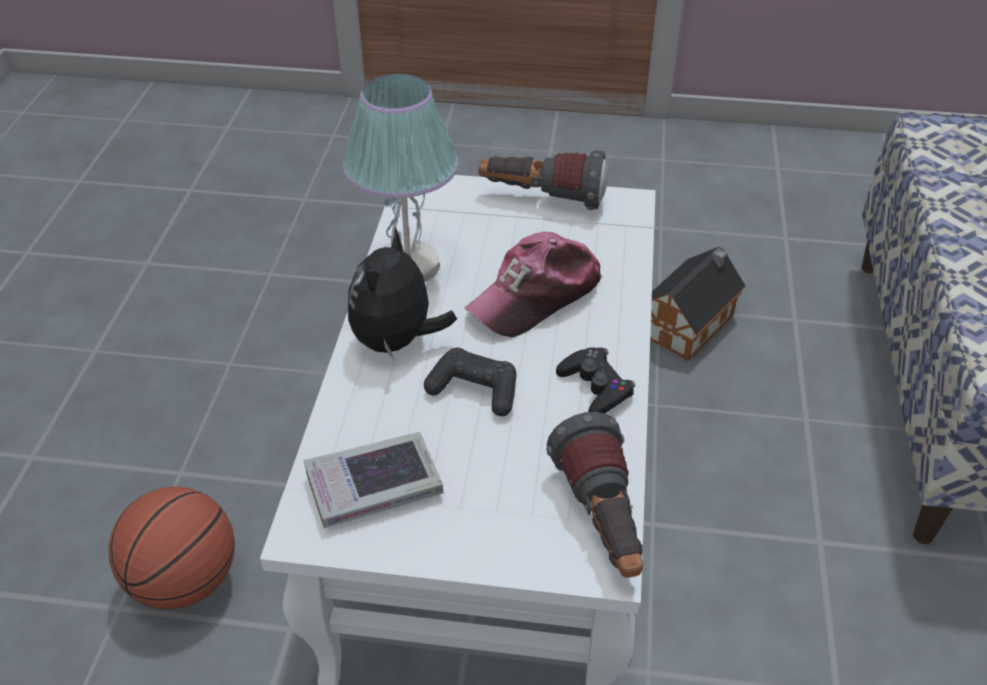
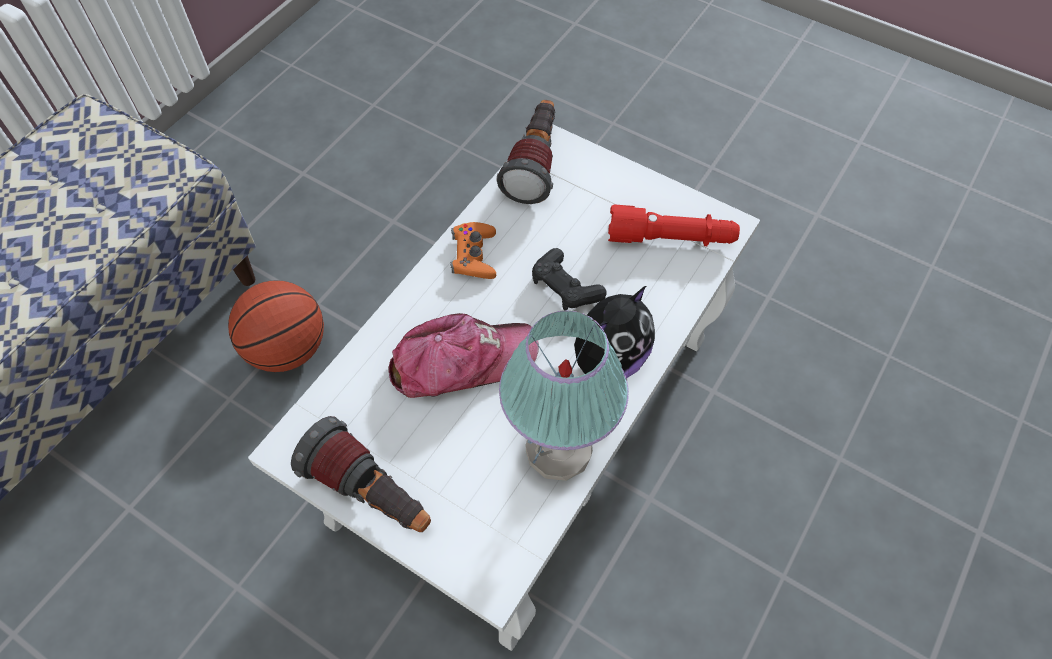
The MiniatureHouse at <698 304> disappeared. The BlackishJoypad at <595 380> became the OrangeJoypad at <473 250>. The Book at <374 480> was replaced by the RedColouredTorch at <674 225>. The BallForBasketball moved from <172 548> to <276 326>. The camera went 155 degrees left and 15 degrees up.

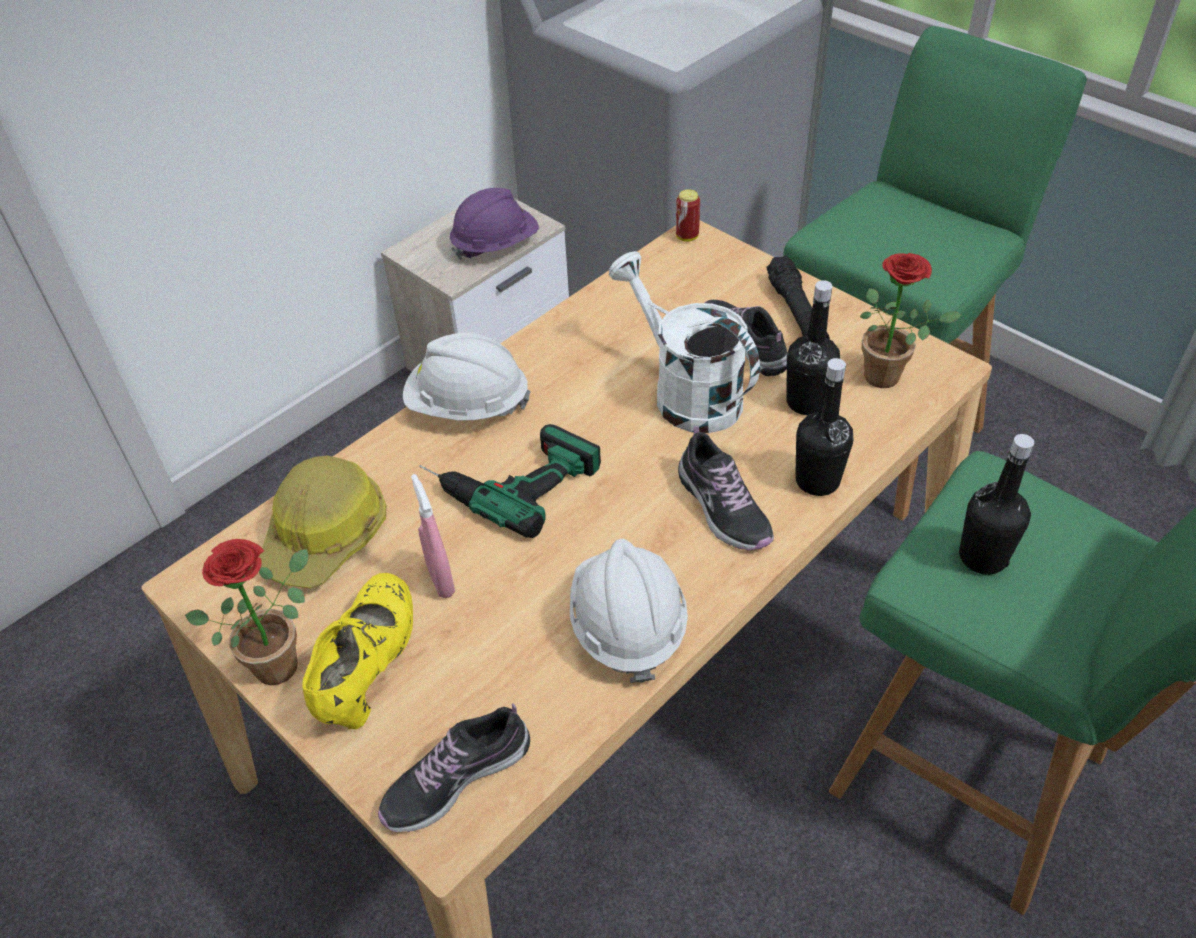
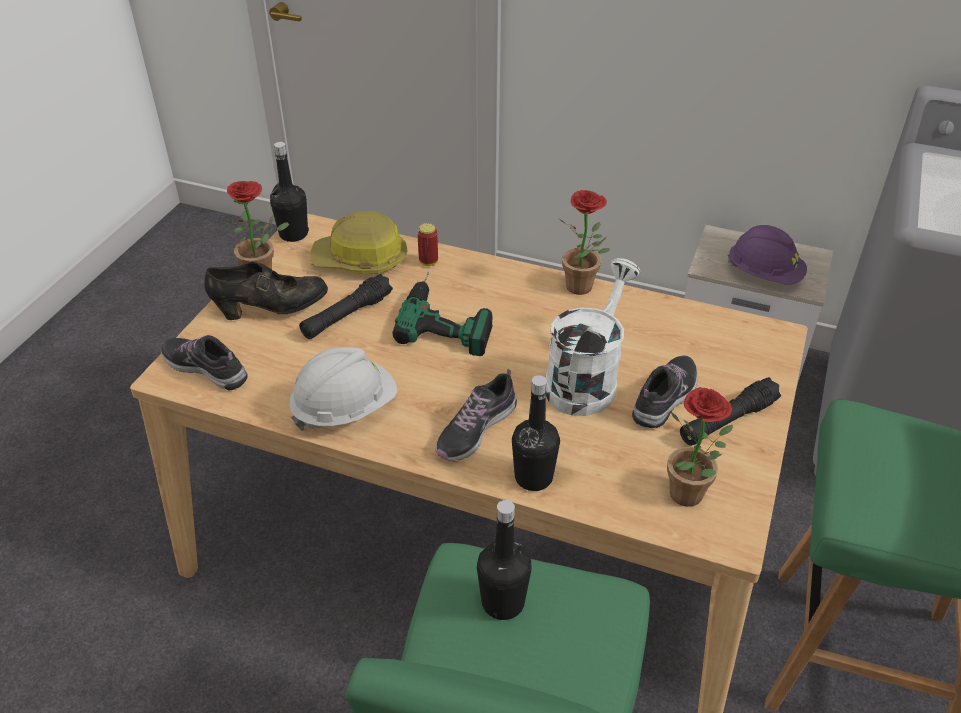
The MetalCan moved from <688 215> to <427 244>. The BlackishBottle moved from <813 347> to <289 192>. The WhiteHardHat at <467 376> disappeared. The PinkSprayer at <433 536> was replaced by the BlackishTorch at <346 306>. The YellowLowShoe at <357 651> became the BlackishLowShoe at <266 291>. The PottedPlant at <584 242> appeared. The camera went 65 degrees right and 5 degrees down.

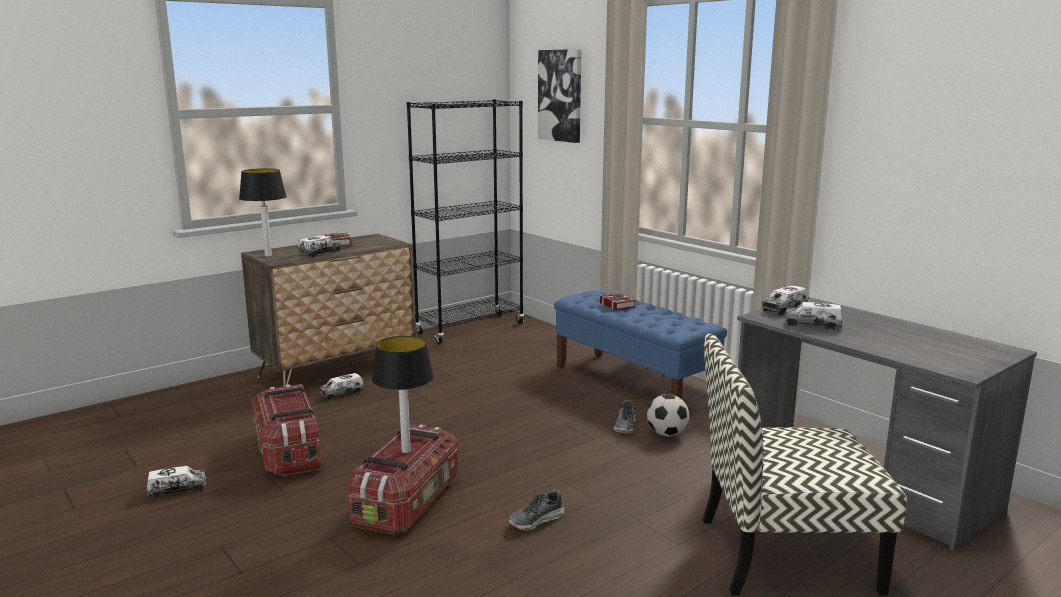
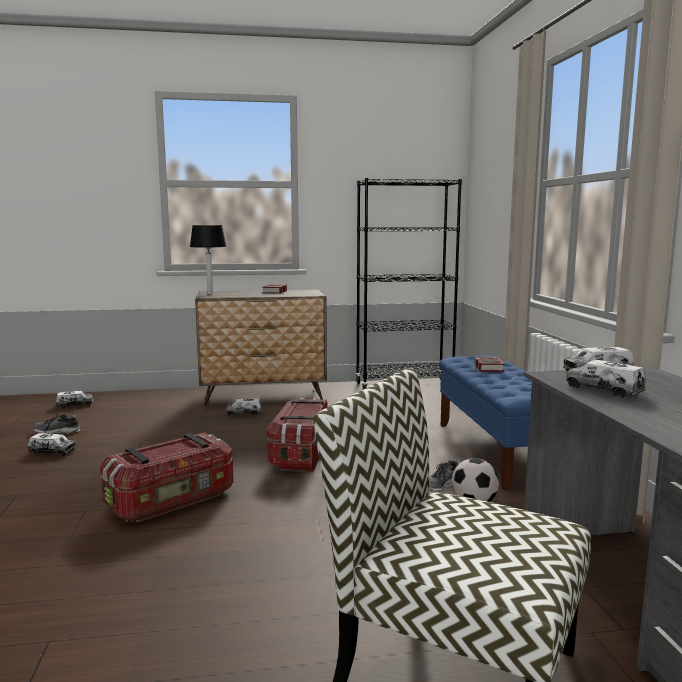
The WallPicture at <559 96> disappeared. The ToyTruck moved from <319 246> to <74 399>. The TableLamp at <403 394> disappeared. The StorageContainer moved from <286 430> to <297 435>. The LowShoe moved from <536 510> to <57 424>. The camera went 30 degrees right and 5 degrees down.

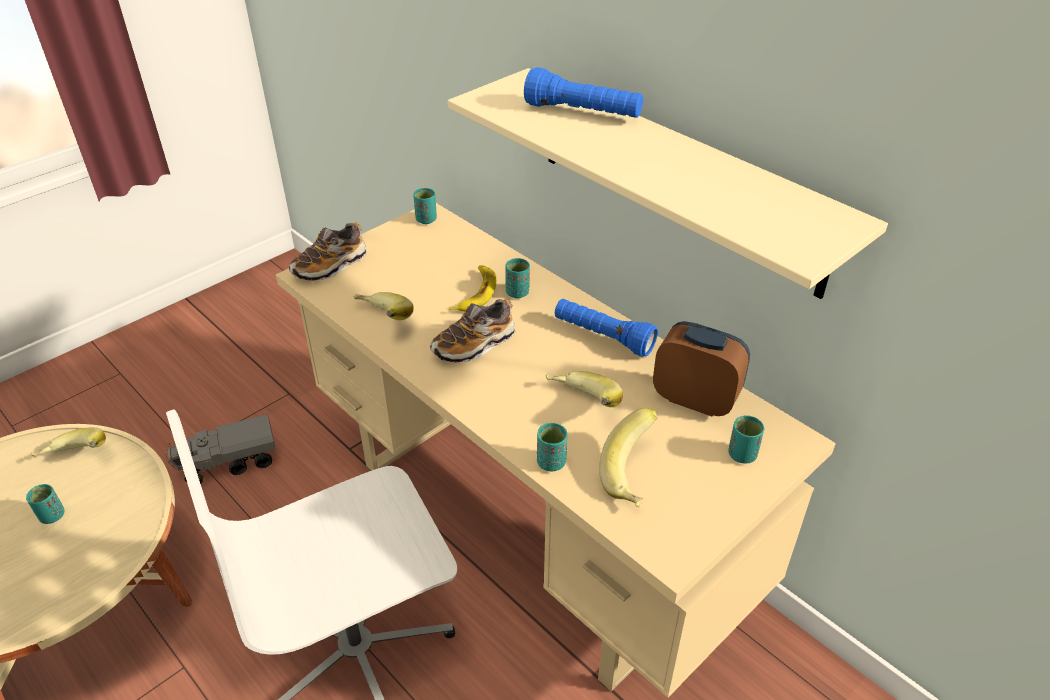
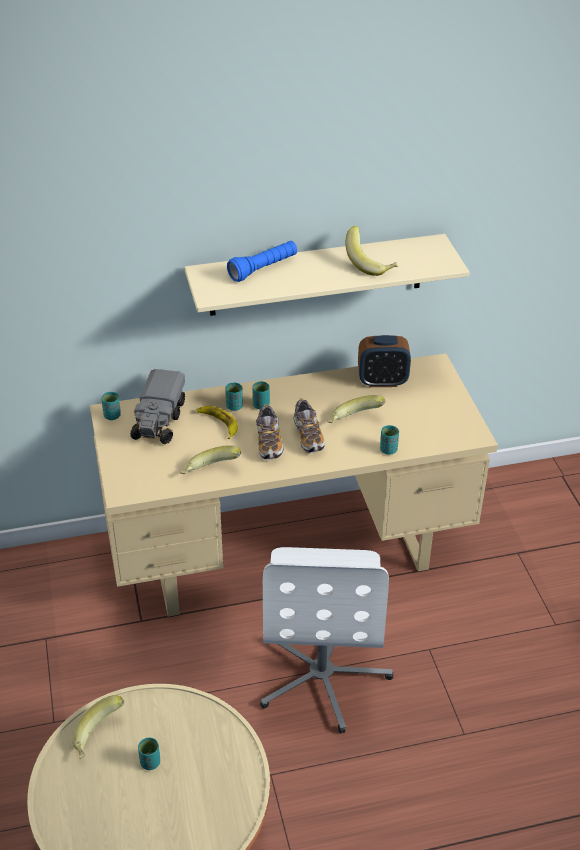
The LowShoe moved from <328 251> to <309 425>. The BlueColouredTorch at <606 328> disappeared. The TableClock at <701 368> turned 150 degrees counterclockwise. The Banana moved from <628 457> to <371 251>. The ToyTruck moved from <220 449> to <157 406>. The BlueGreenCup moved from <746 439> to <261 395>. The camera went 60 degrees left and 0 degrees up.

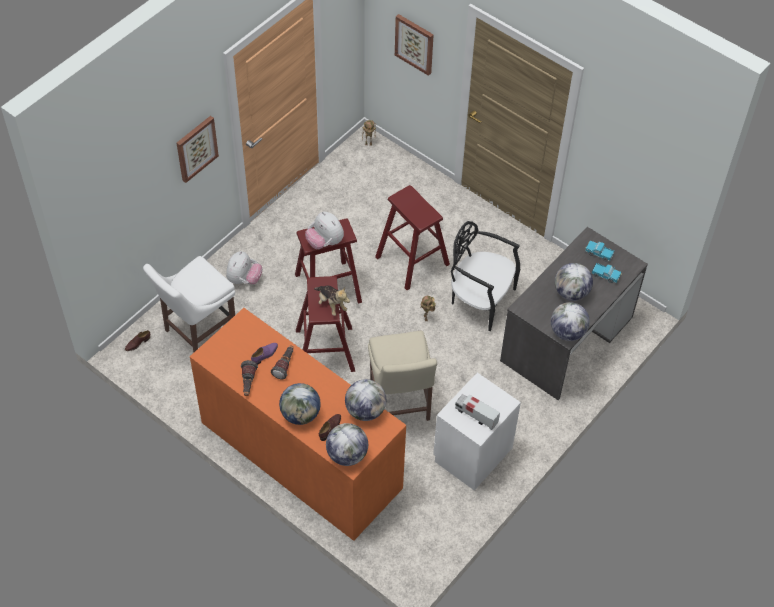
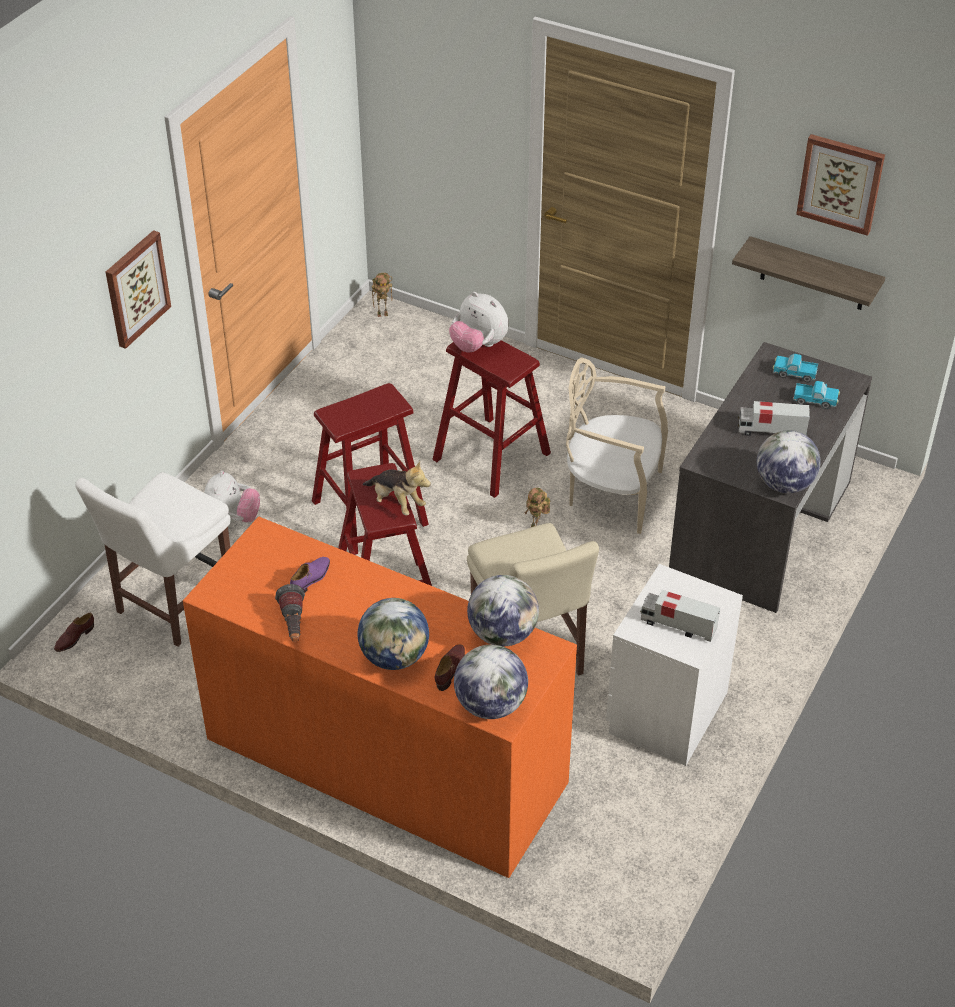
The WallPicture moved from <414 45> to <840 185>. The CuddlyToy moved from <324 230> to <478 322>. The BlackishPlainChair at <485 276> became the BeigePlainChair at <617 445>. The DeskGlobe at <574 282> was replaced by the ToyTruck at <774 418>. The Torch at <282 362> disappeared. The Shelf at <808 273> appeared. The camera went 10 degrees left and 10 degrees down.

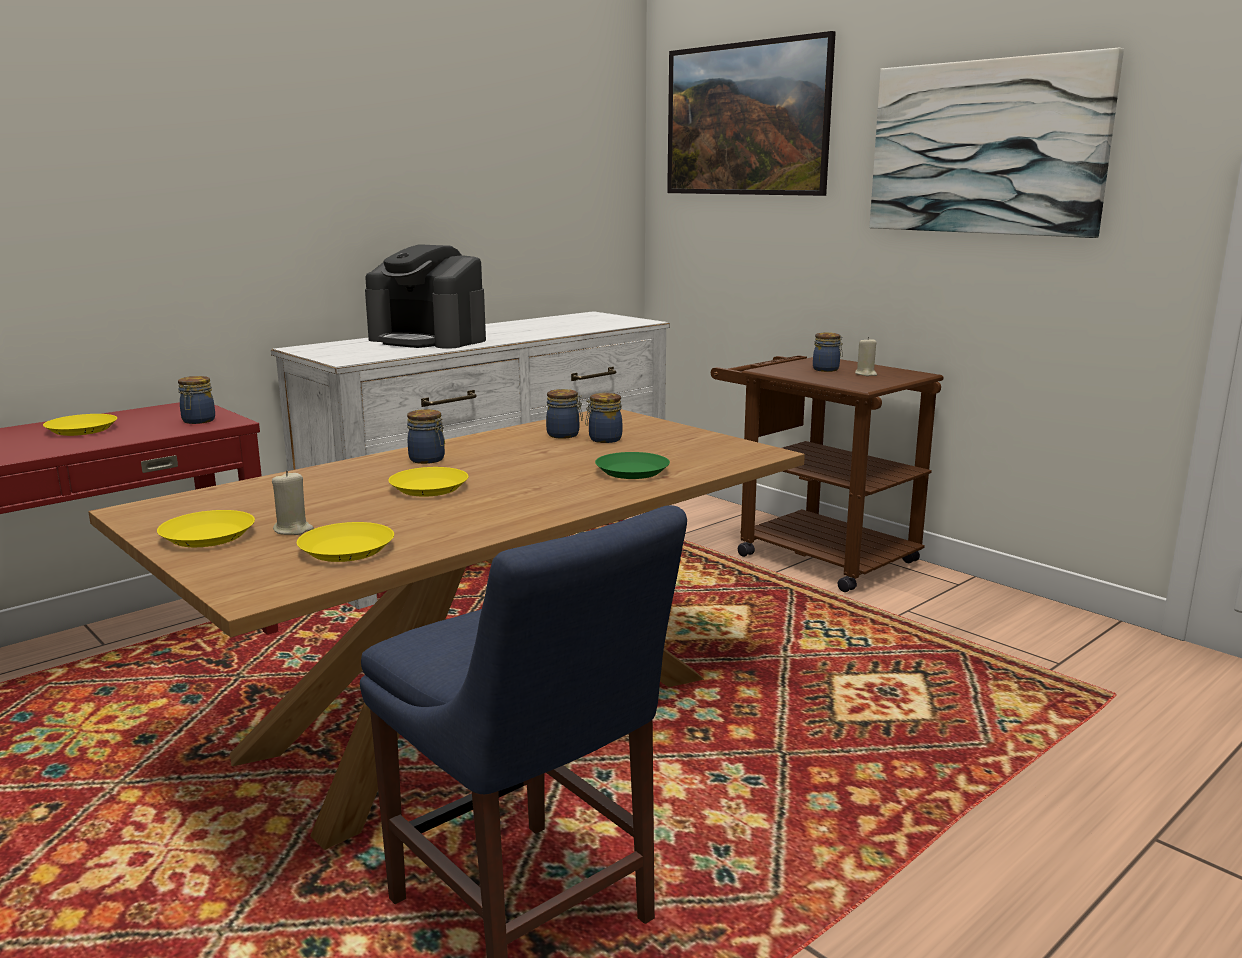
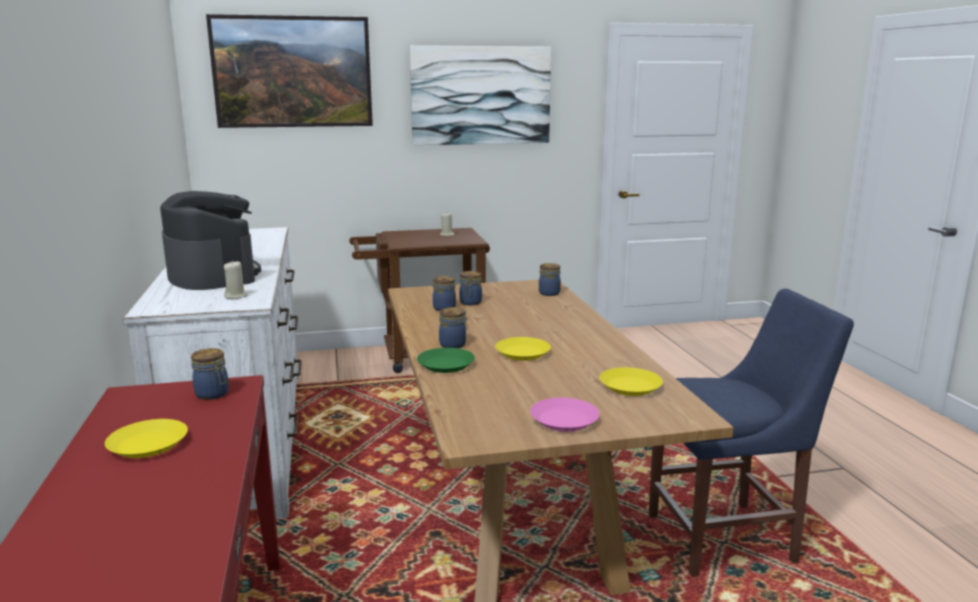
The CoffeeBrewer at <425 296> turned 90 degrees counterclockwise. The StorageJar moved from <828 352> to <550 279>. The GreenFlatDish moved from <632 465> to <446 360>. The BeigeWaxLight moved from <293 503> to <236 279>. The YellowFlatDish at <206 528> became the PinkFlatDish at <565 415>. The camera went 60 degrees left and 0 degrees up.

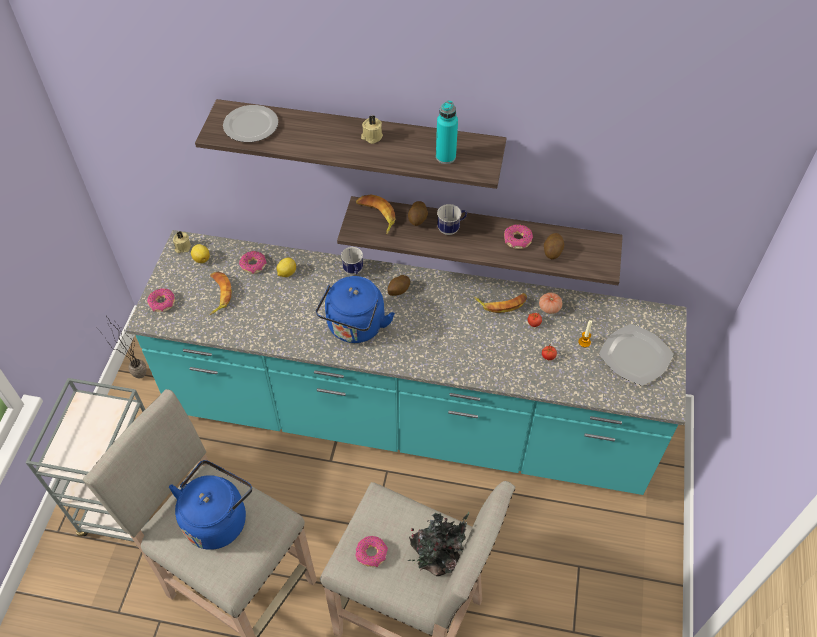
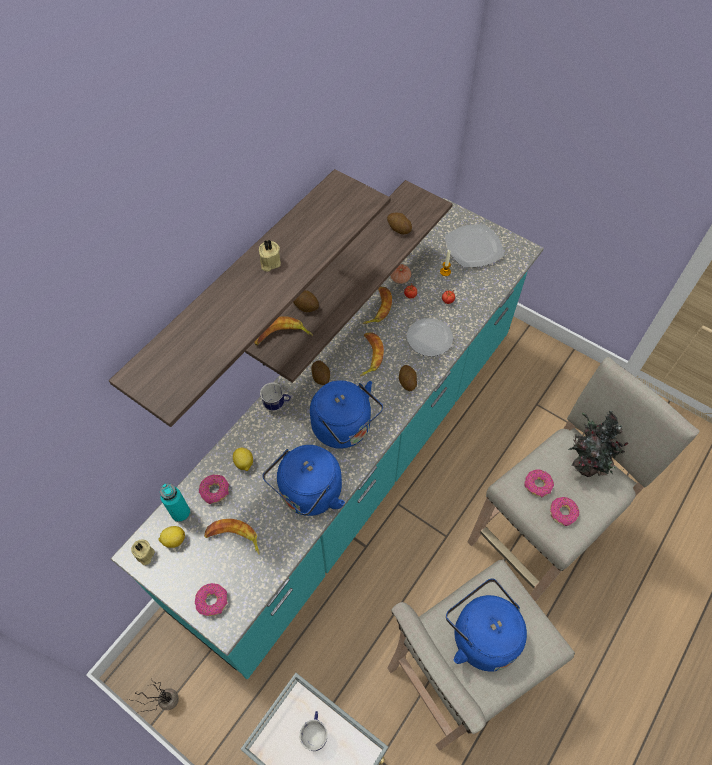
The BlueGreenBottle moved from <447 132> to <175 503>. The FlatDish moved from <250 123> to <430 337>. The CoffeeMug moved from <452 219> to <313 731>. The Donut moved from <518 236> to <539 483>. The Banana at <372 354> appeared. The WholePotato at <408 378> appeared. The BlueColouredTeaKettle at <304 480> appeared. The camera went 65 degrees left and 5 degrees up.

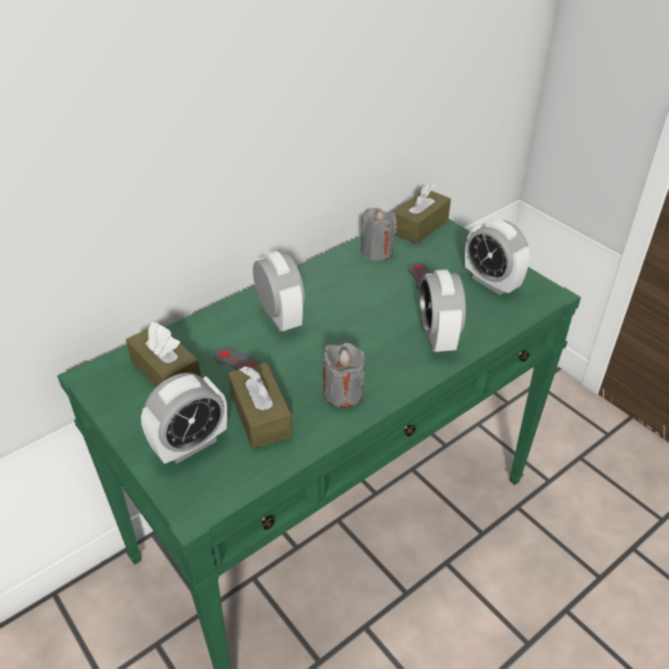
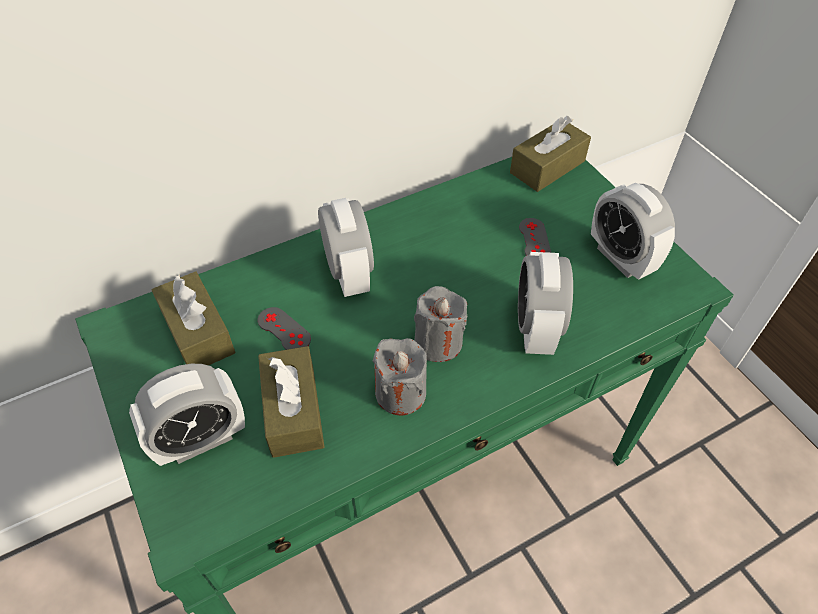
The GrayWaxLight moved from <379 234> to <441 324>. The camera went 10 degrees right and 10 degrees up.

